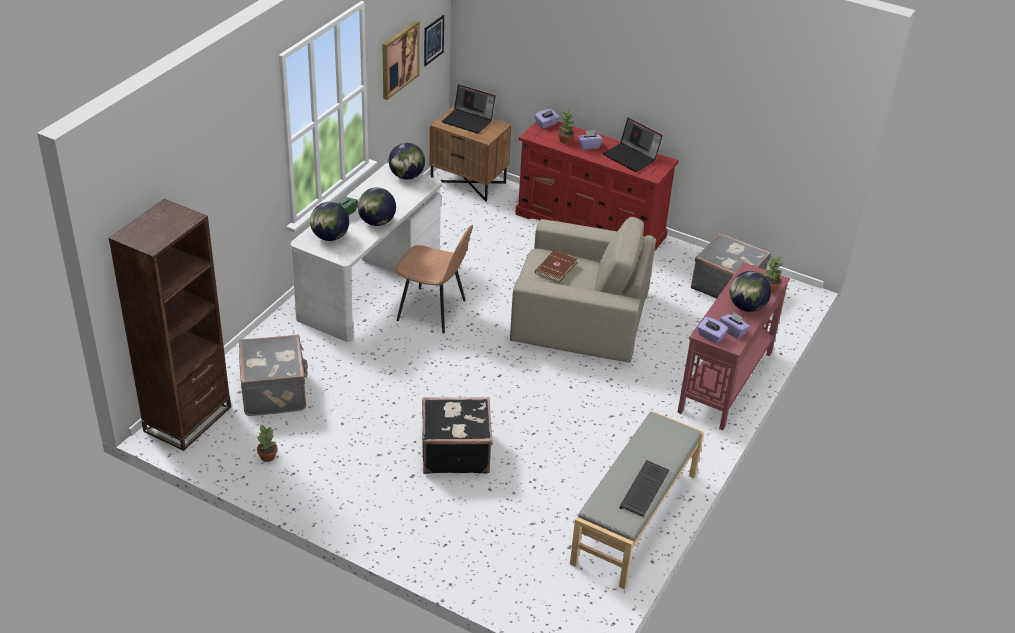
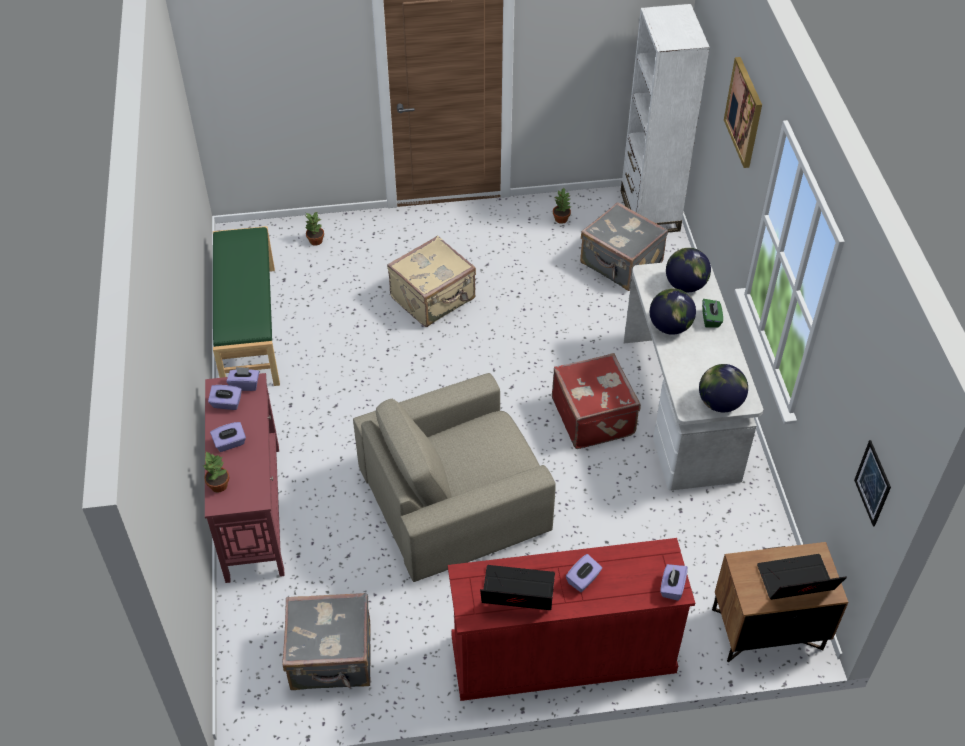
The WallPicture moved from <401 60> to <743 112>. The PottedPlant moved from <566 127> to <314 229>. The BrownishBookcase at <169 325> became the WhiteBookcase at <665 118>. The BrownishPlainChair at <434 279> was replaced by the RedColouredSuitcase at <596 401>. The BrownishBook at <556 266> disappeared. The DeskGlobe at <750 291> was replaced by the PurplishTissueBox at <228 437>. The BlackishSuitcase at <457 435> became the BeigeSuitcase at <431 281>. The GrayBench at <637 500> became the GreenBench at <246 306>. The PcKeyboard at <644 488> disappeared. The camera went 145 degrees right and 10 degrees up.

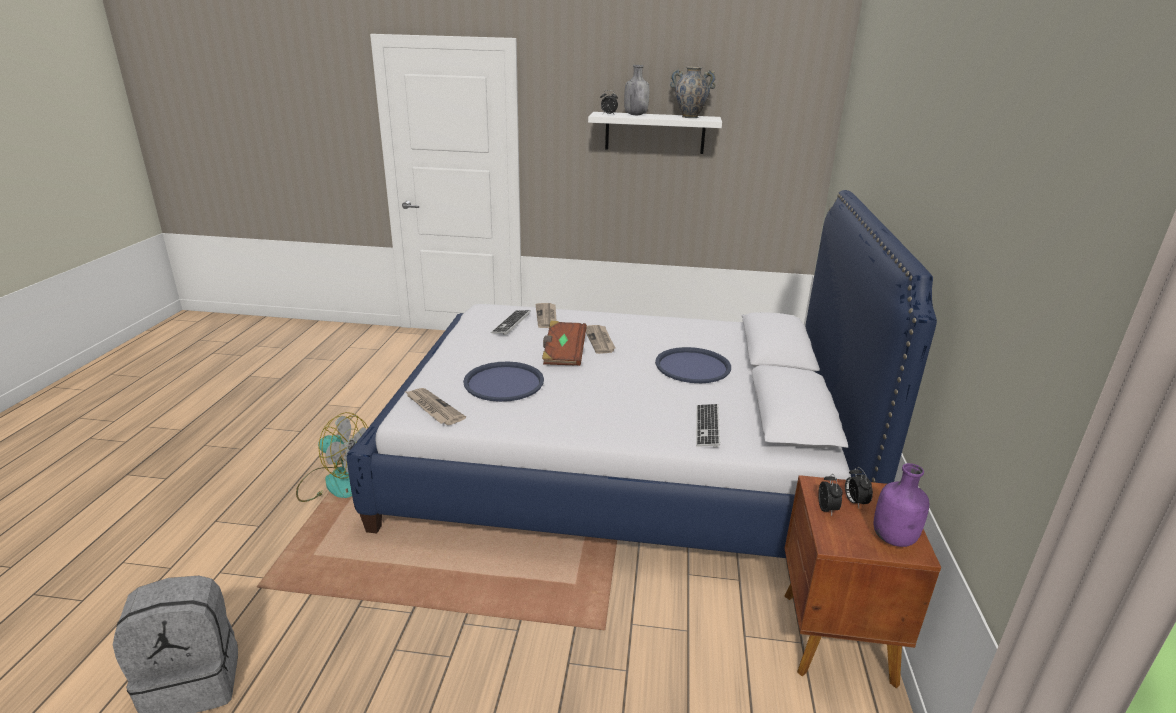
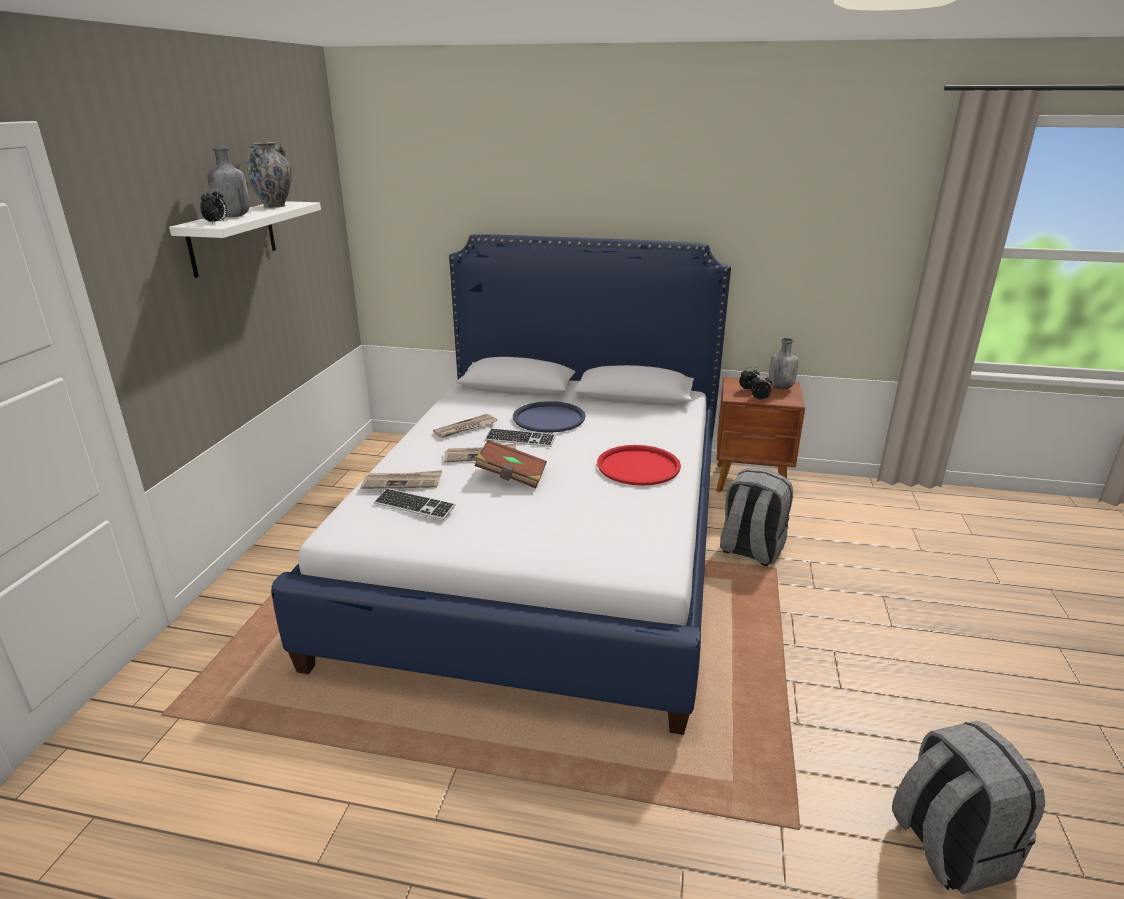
The BlueColouredCarryingTray at <503 382> disappeared. The Newspaper moved from <435 406> to <465 426>. The PcKeyboard moved from <708 425> to <520 437>. The ElectricFan at <332 457> disappeared. The PurplishBottle at <902 505> became the GrayBottle at <783 363>. The RedColouredCarryingTray at <639 465> appeared. The GrayBackpack at <756 517> appeared. The camera went 85 degrees left and 0 degrees up.

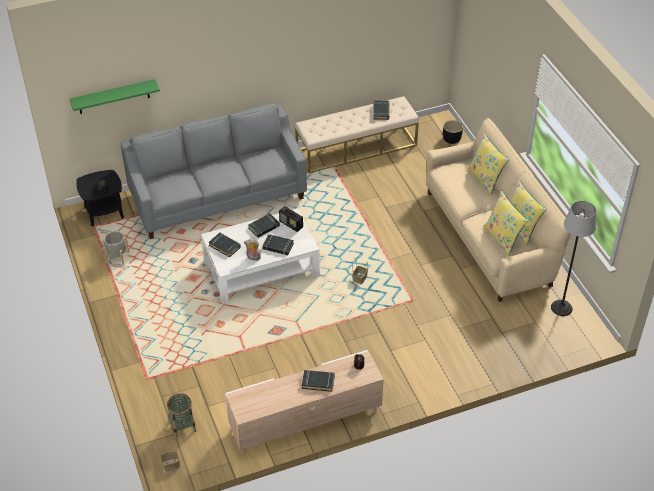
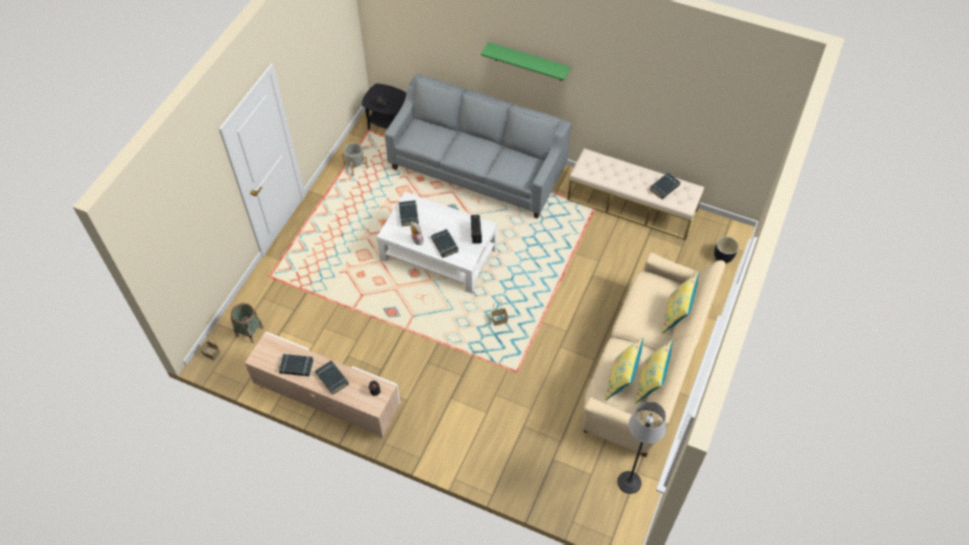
The GreenShelf moved from <114 96> to <526 61>. The BlackishBook moved from <264 225> to <296 365>. The camera went 45 degrees right and 10 degrees up.

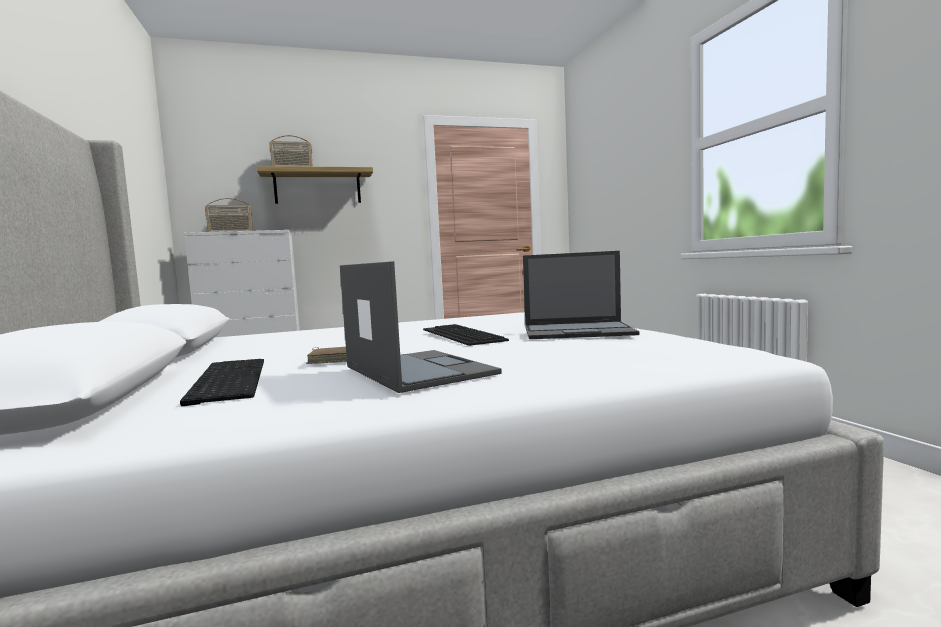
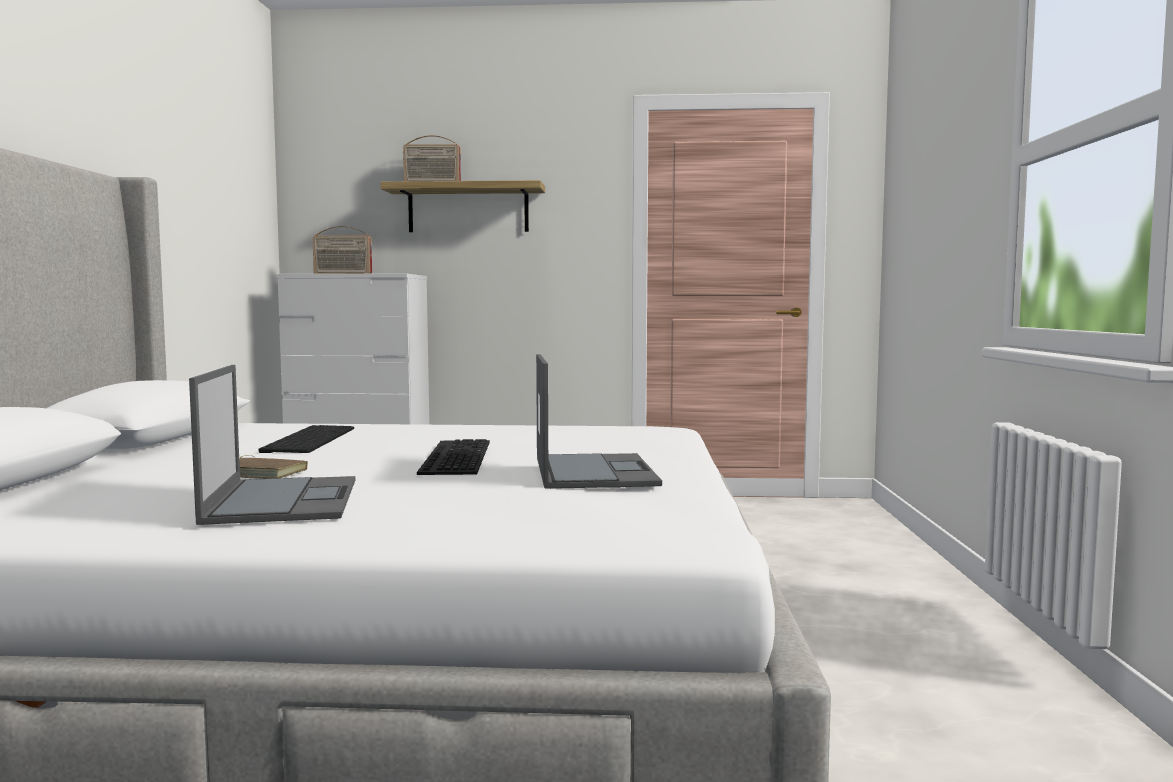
The PortableComputer at <581 295> turned 120 degrees counterclockwise. The PcKeyboard moved from <222 382> to <306 439>. The camera went 20 degrees right and 0 degrees up.

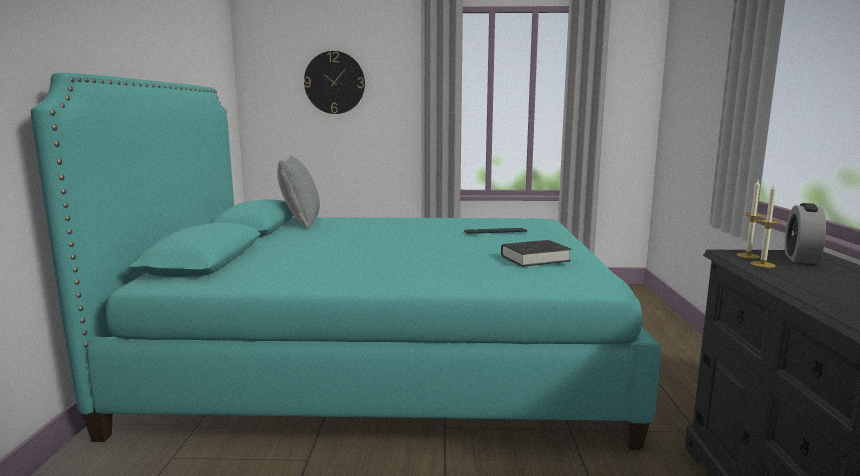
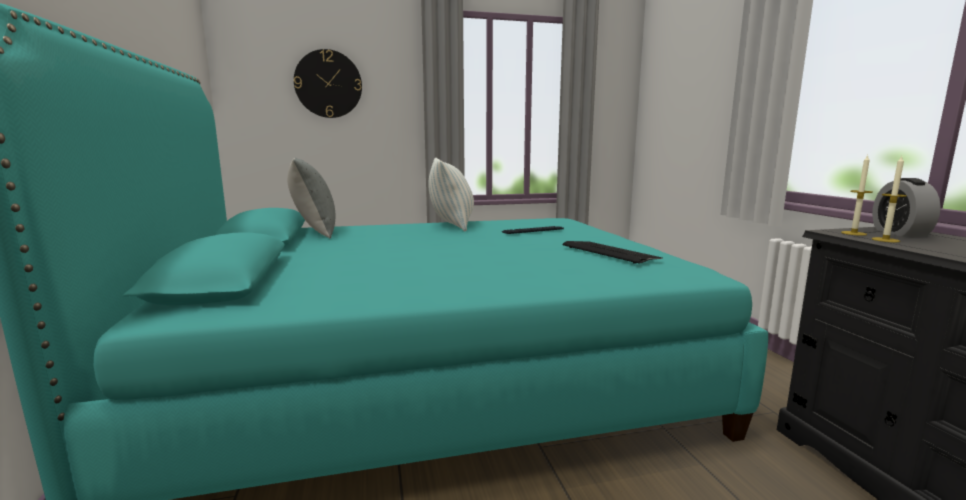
The BlackishBook at <536 253> was replaced by the PcKeyboard at <613 252>. The Cushion at <451 194> appeared. The camera went 15 degrees left and 0 degrees up.

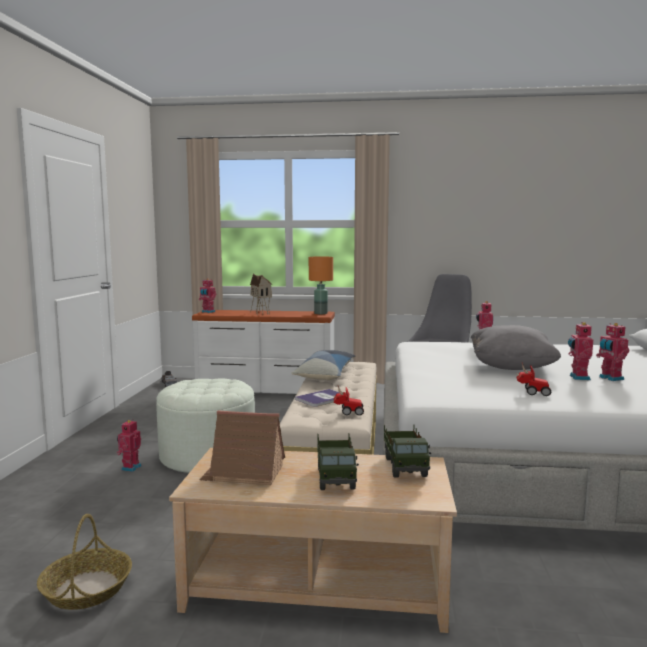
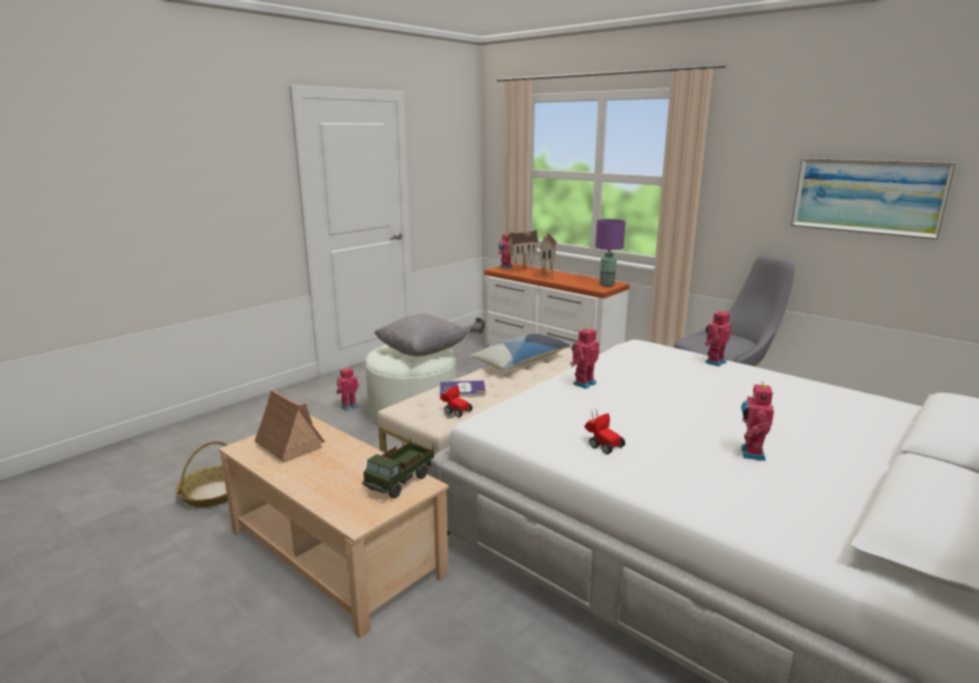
The OrangeTableLamp at <321 285> became the PurplishTableLamp at <610 253>. The ToyRobot moved from <580 351> to <584 358>. The GrayCushion moved from <516 347> to <421 335>. The ToyTruck at <338 461> disappeared. The WallPicture at <874 199> appeared. The MiniatureHouse at <522 251> appeared. The camera went 35 degrees right and 10 degrees up.

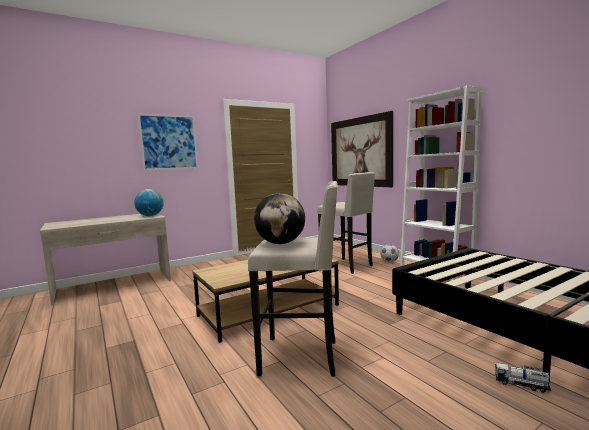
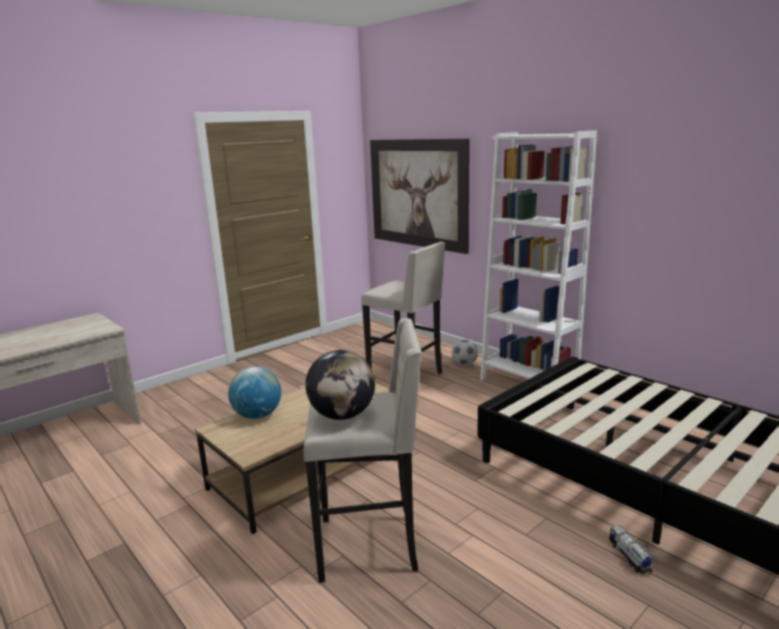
The WallPicture at <168 142> disappeared. The DeskGlobe moved from <149 202> to <254 392>. The ToyTruck at <523 378> turned 60 degrees clockwise. The camera went 10 degrees left and 10 degrees up.

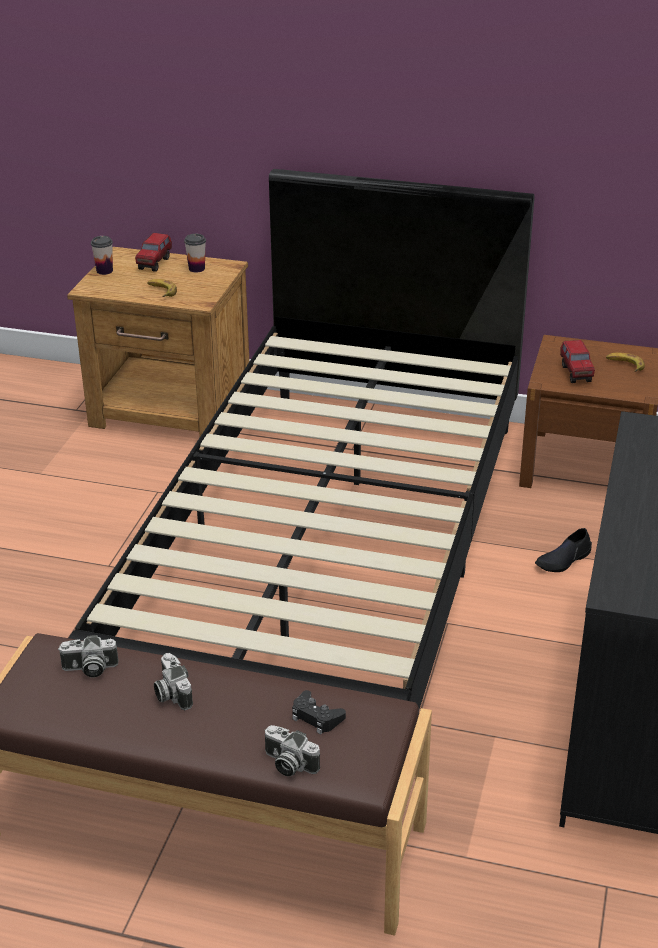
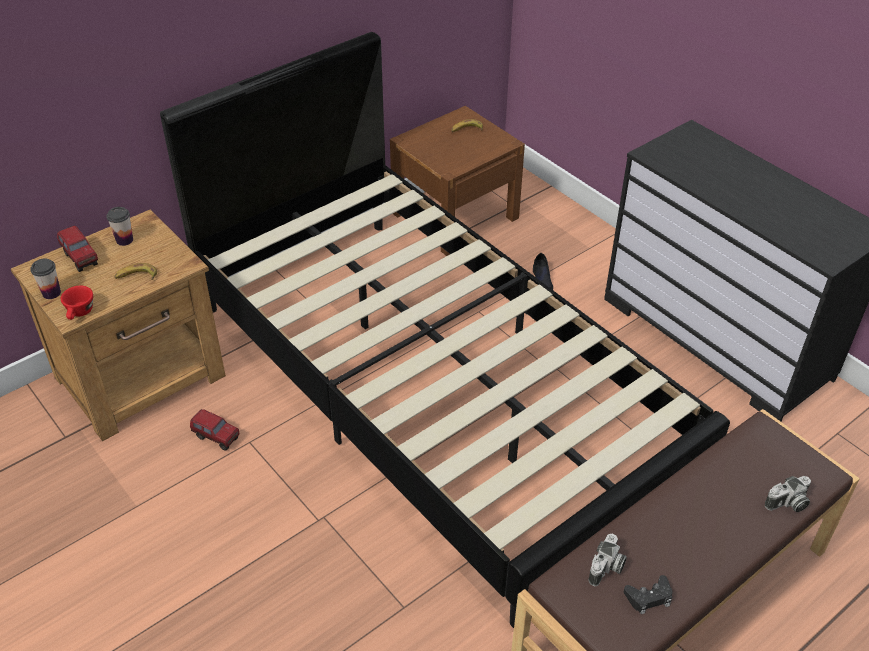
The ToyTruck moved from <577 361> to <214 430>. The StillCamera at <173 681> disappeared. The BlackishJoypad moved from <319 712> to <648 594>. The RedColouredCup at <77 303> appeared. The camera went 55 degrees left and 10 degrees up.

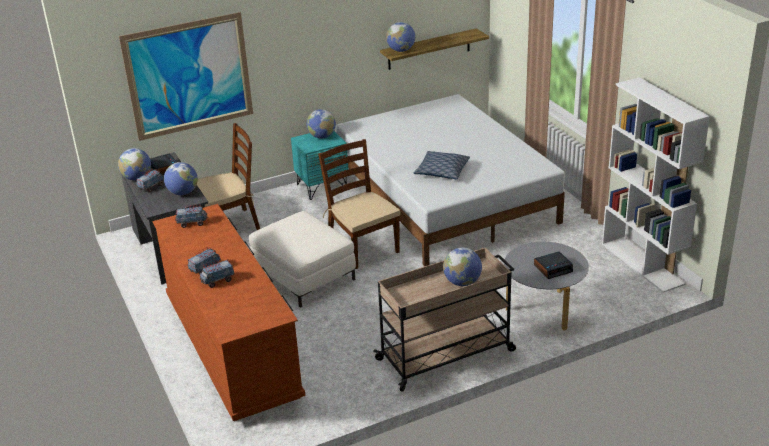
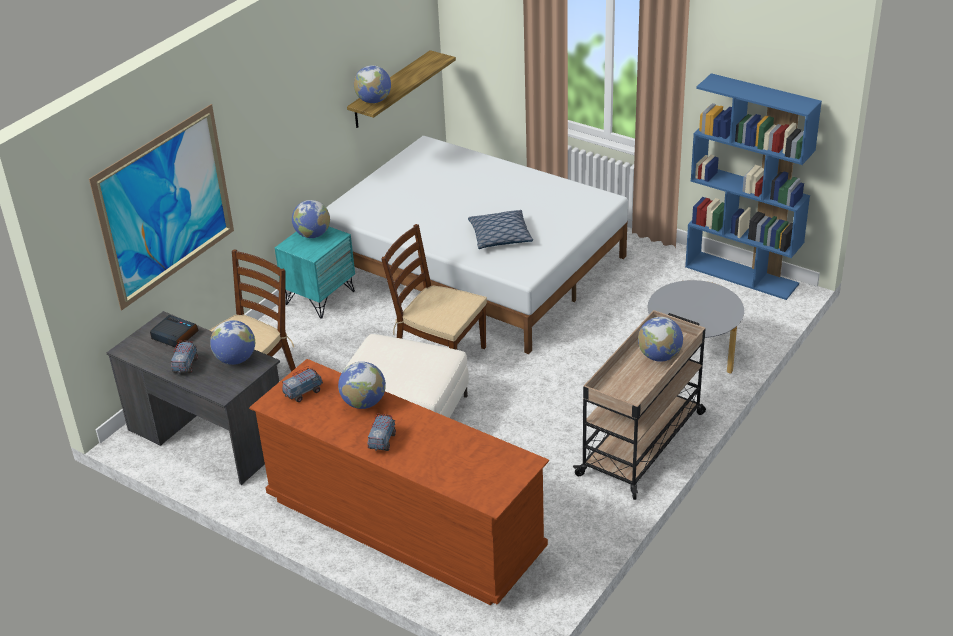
The WhiteBookcase at <656 185> became the BlueColouredBookcase at <753 186>. The DeskGlobe moved from <134 164> to <362 385>. The TableClock at <553 265> disappeared. The ToyTruck at <217 273> disappeared. The camera went 30 degrees left and 5 degrees up.

